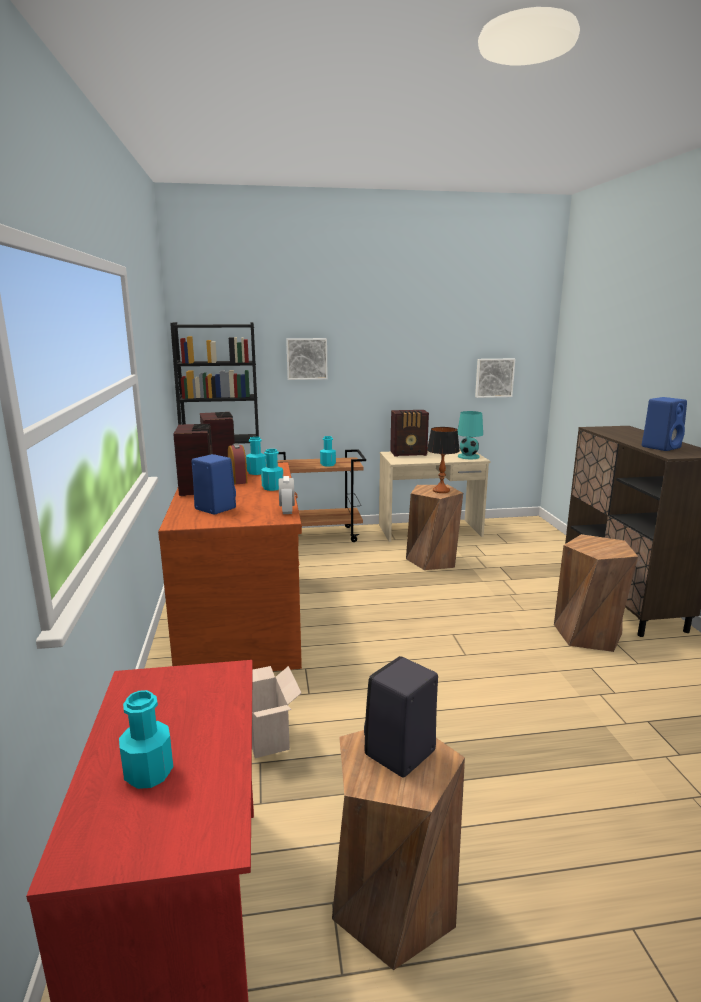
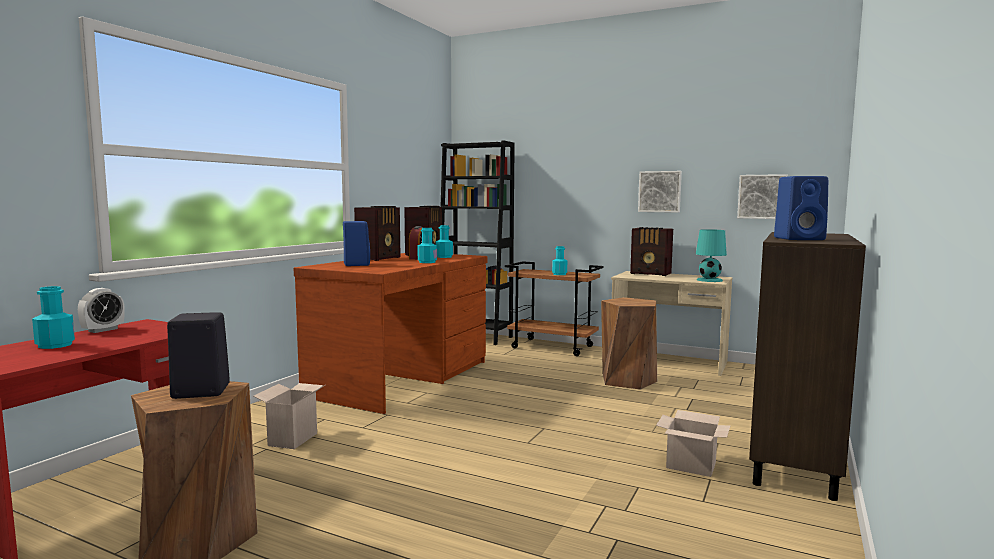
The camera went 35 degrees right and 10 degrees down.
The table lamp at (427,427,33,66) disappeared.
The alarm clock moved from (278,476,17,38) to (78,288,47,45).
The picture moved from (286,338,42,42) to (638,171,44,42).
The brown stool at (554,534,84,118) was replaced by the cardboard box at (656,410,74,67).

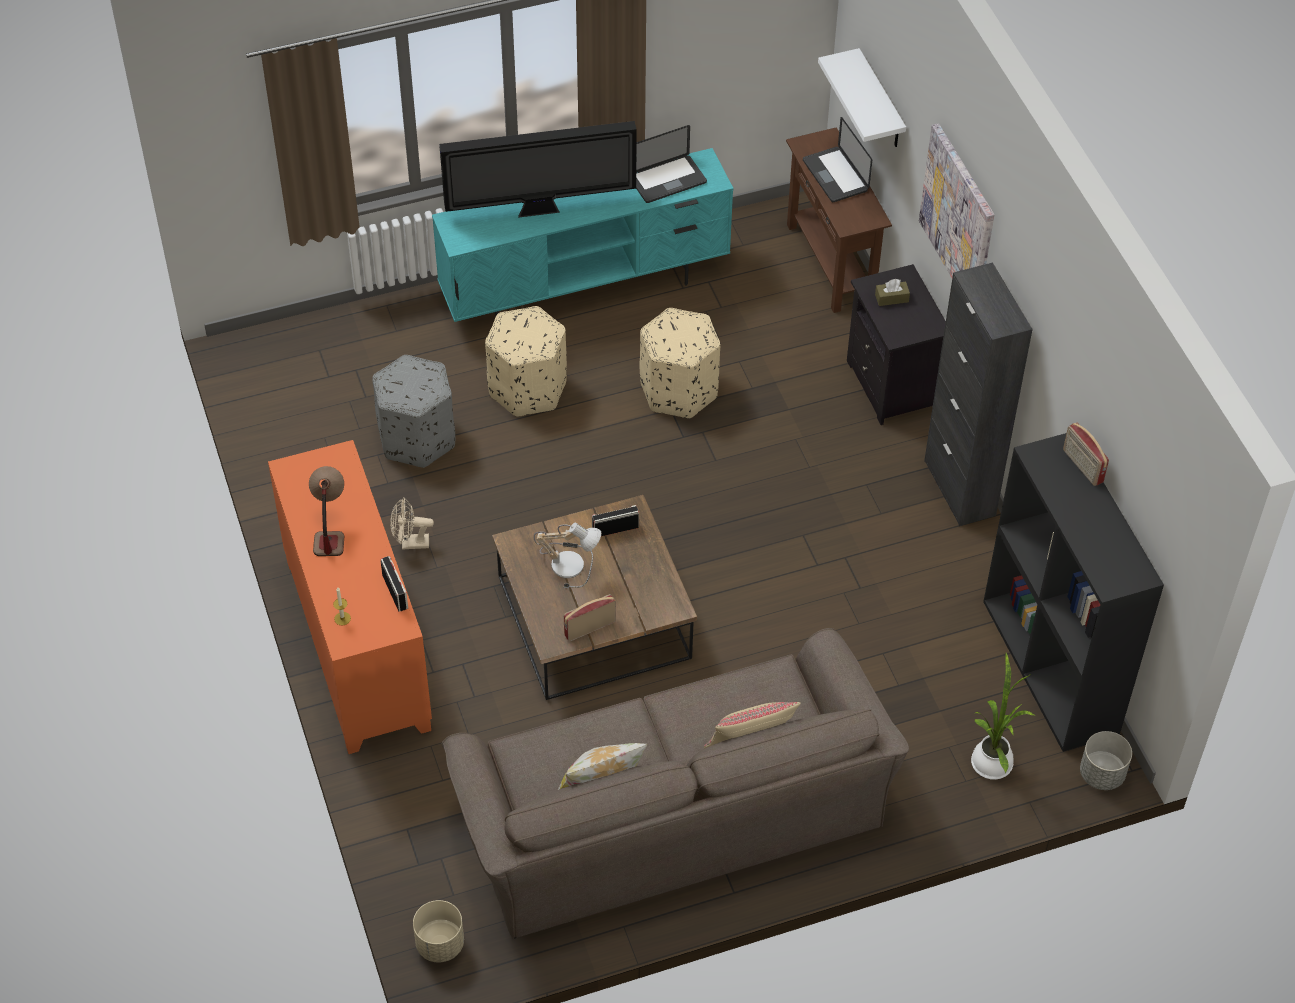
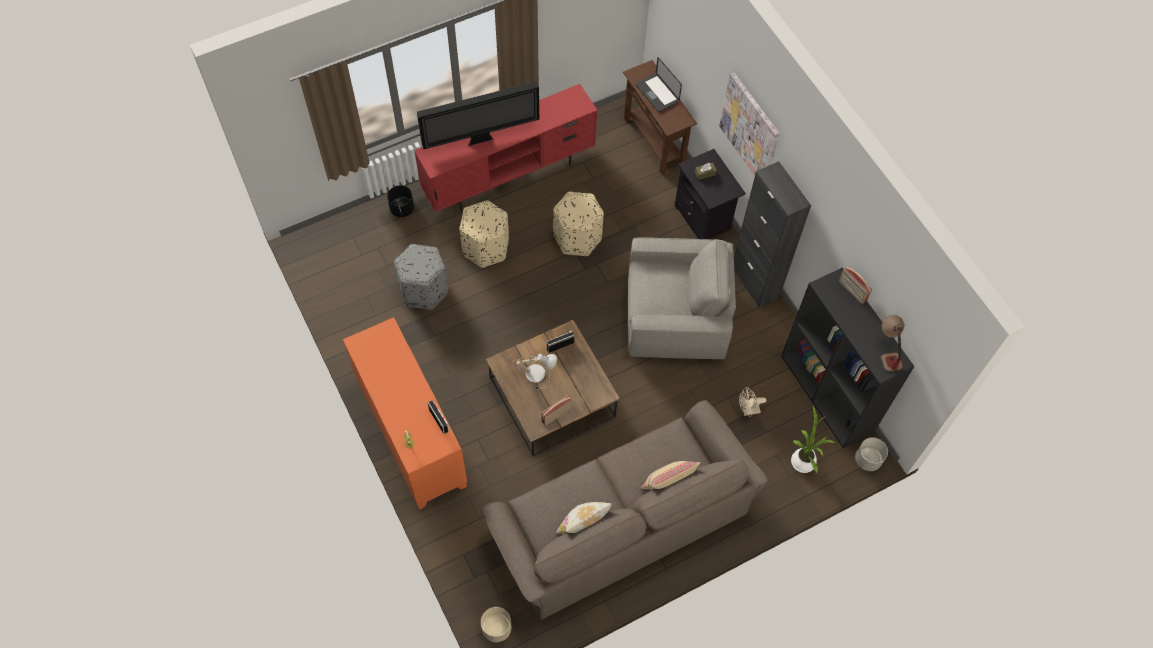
The camera went 10 degrees left and 10 degrees up.
The laptop at (636,125,71,78) disappeared.
The white shelf at (818,48,88,99) disappeared.
The black planter at (387,185,27,32) appeared.
The grey armchair at (628,237,108,122) appeared.
The table lamp moved from (309,466,35,90) to (881,315,23,57).
The beige fan moved from (391,497,43,53) to (739,387,27,30).
The turquoise tv stand at (432,148,301,174) became the red tv stand at (414,84,184,128).

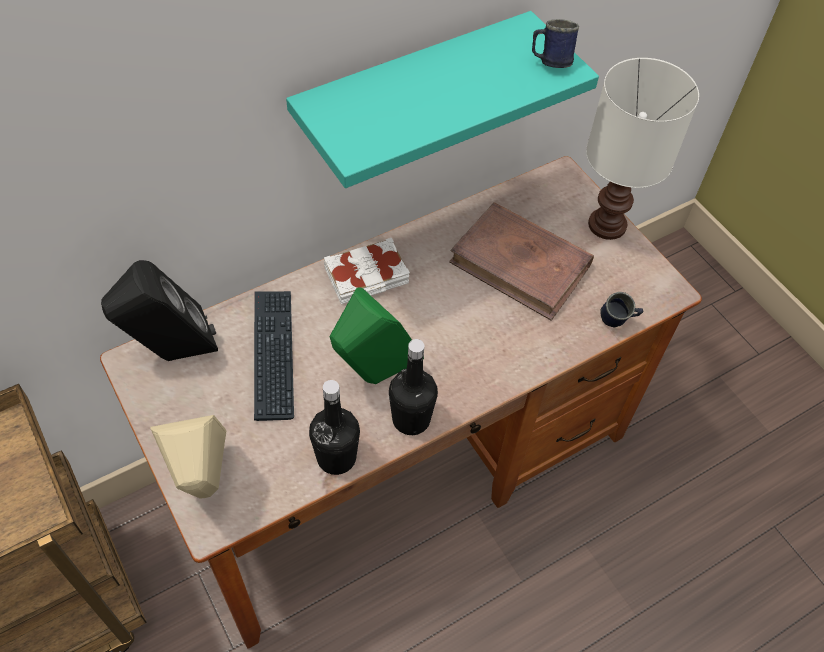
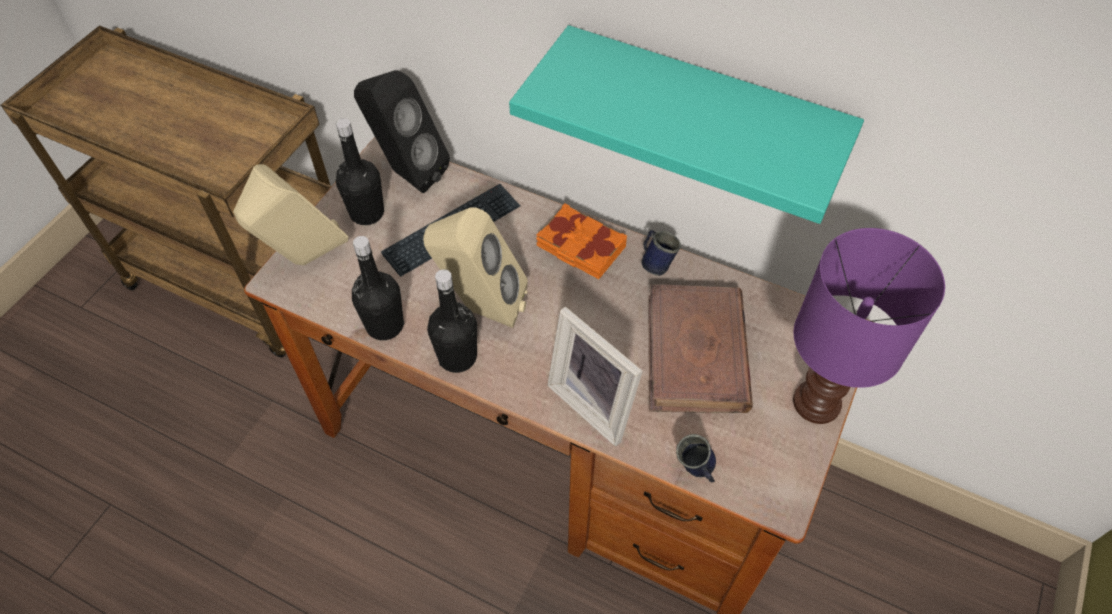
The camera went 60 degrees right and 0 degrees up.
The black bottle at (336,118,48,107) appeared.
The picture frame at (547,307,96,139) appeared.
The blue mug moved from (532,19,47,49) to (642,230,39,46).
The white book at (324,238,86,66) became the orange book at (536,203,91,76).
The green speaker at (329,287,95,97) became the beige speaker at (423,207,105,121).
The white table lamp at (586,58,113,182) became the purple table lamp at (793,228,152,196).

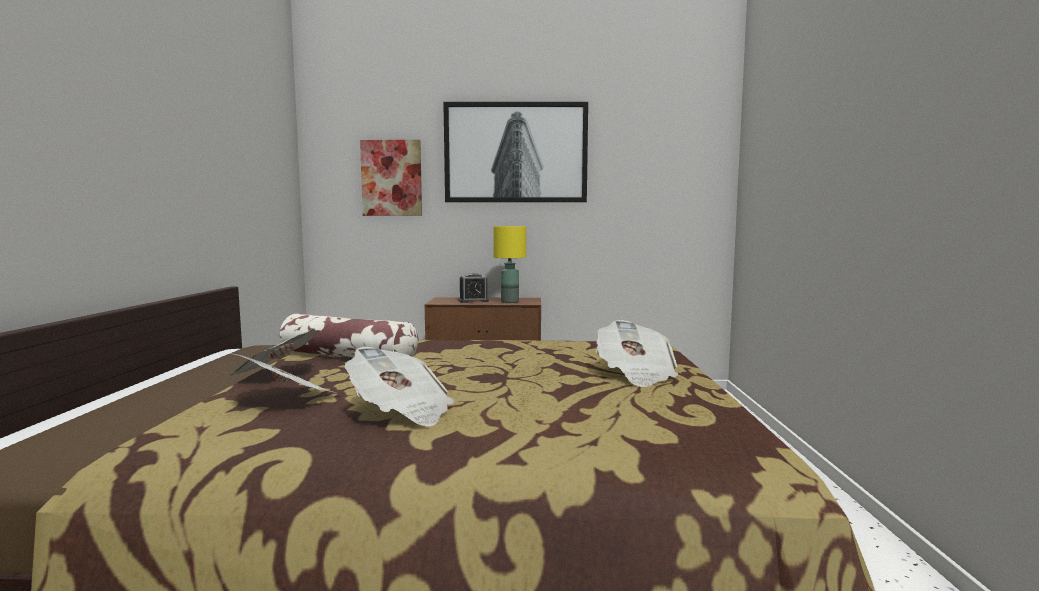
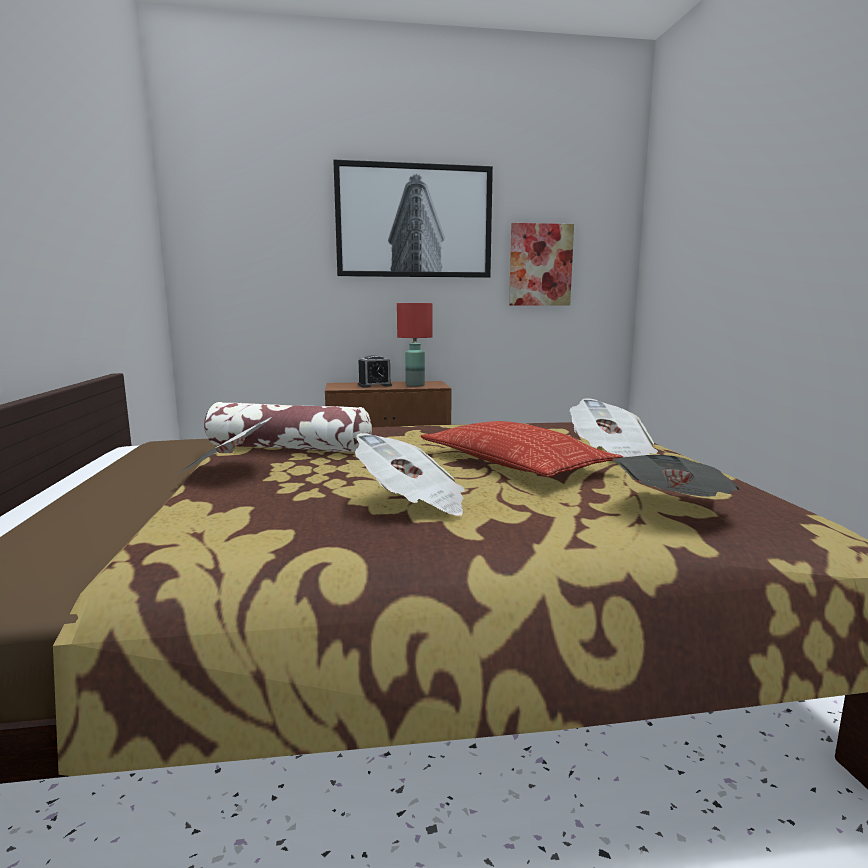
The camera went 10 degrees left and 5 degrees up.
The pillow at (421,421,202,56) appeared.
The newspaper moved from (229,353,107,40) to (613,455,127,42).
The picture moved from (360,140,62,76) to (509,223,65,83).
The yellow table lamp at (493,226,33,77) became the red table lamp at (397,303,36,84).

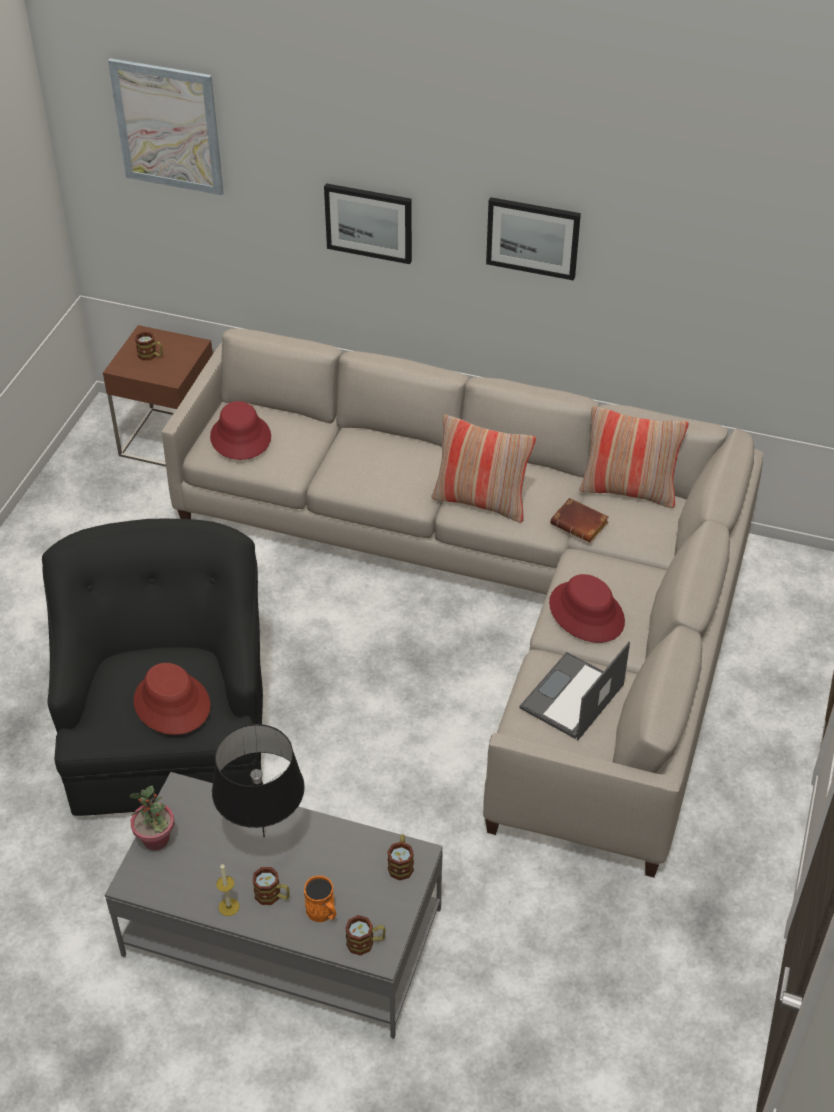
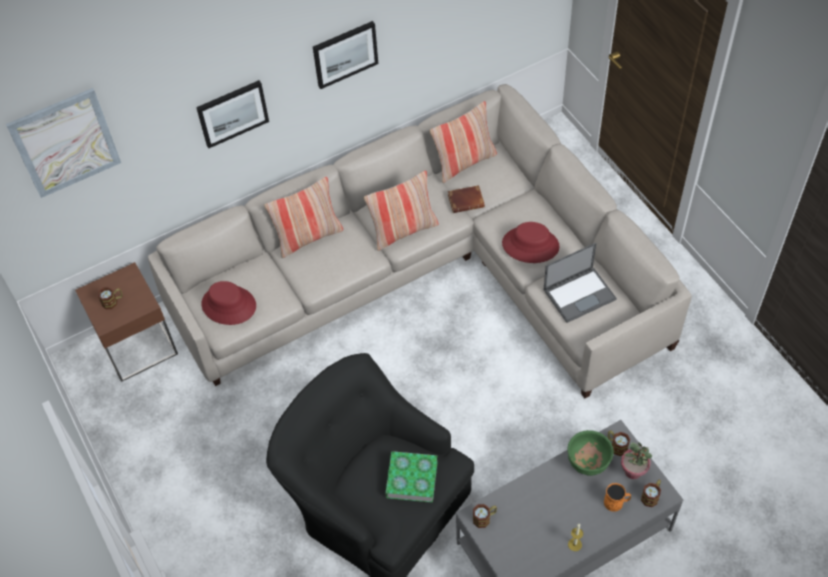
The camera went 45 degrees left and 10 degrees up.
The black table lamp at (212,724,93,113) disappeared.
The pillow at (264,177,79,81) appeared.
The green bowl at (567,430,47,46) appeared.
The potted plant moved from (130,785,44,66) to (621,442,31,37).
The mug moved from (253,867,37,38) to (473,504,24,24).
The red hat at (133,663,77,72) was replaced by the book at (385,451,53,52).
The laptop at (520,642,110,98) turned 105 degrees counterclockwise.

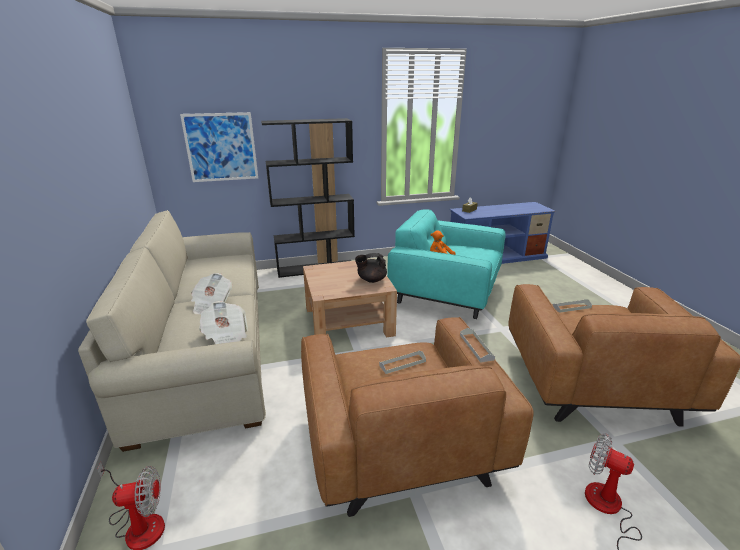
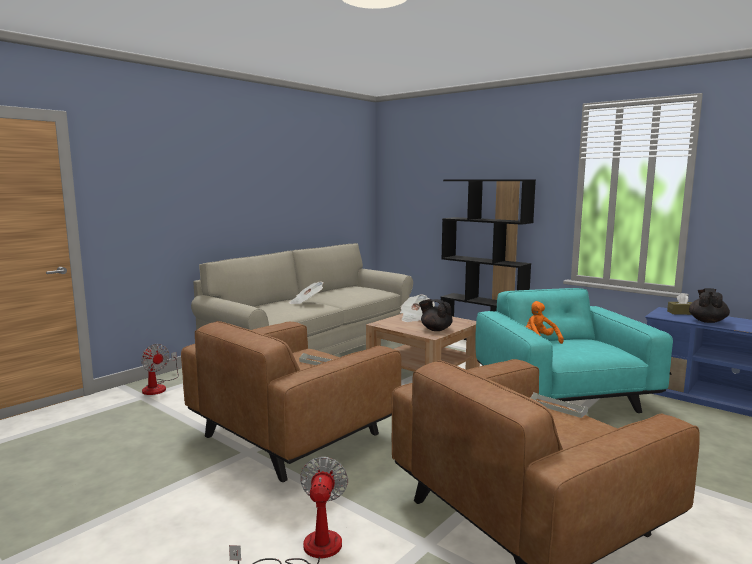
The camera went 55 degrees right and 15 degrees down.
The picture at (180,112,78,70) disappeared.
The grey tray at (460,328,35,35) disappeared.
The black teapot at (689,288,41,35) appeared.
The newspaper moved from (199,301,49,43) to (400,295,35,27).

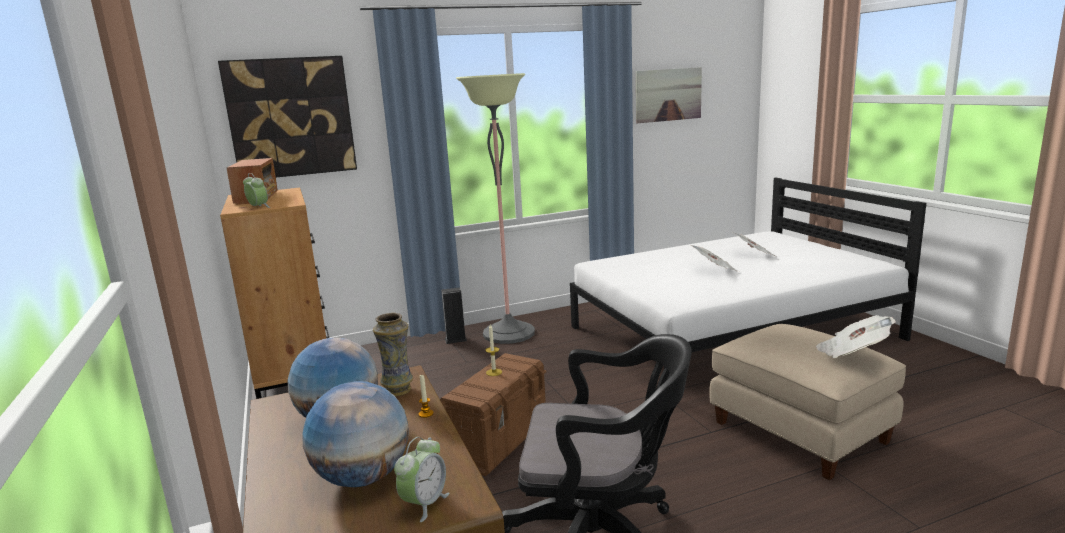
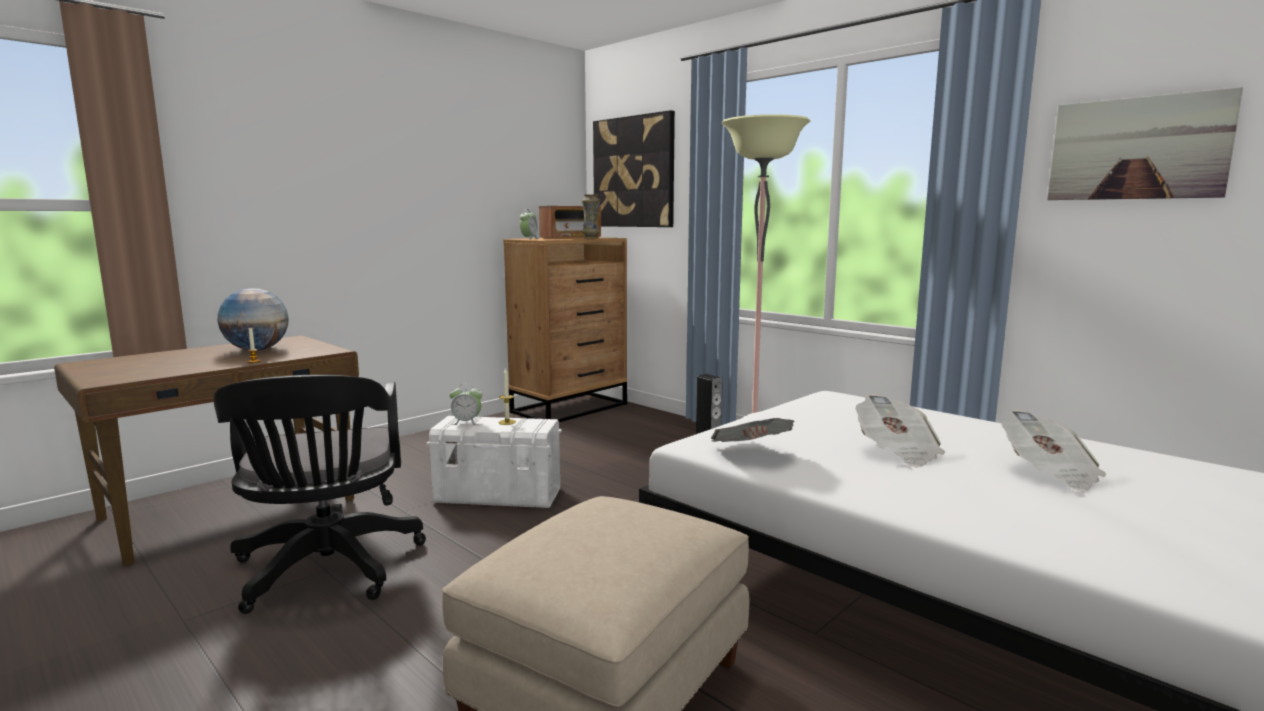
The camera went 65 degrees right and 5 degrees down.
The globe at (302,381,107,106) disappeared.
The vase moved from (373,313,40,83) to (582,194,18,45).
The alarm clock moved from (394,437,56,85) to (450,383,32,42).
The newspaper moved from (816,315,80,43) to (711,418,84,24).
The brown storage box at (440,353,107,123) became the white storage box at (426,416,136,92).

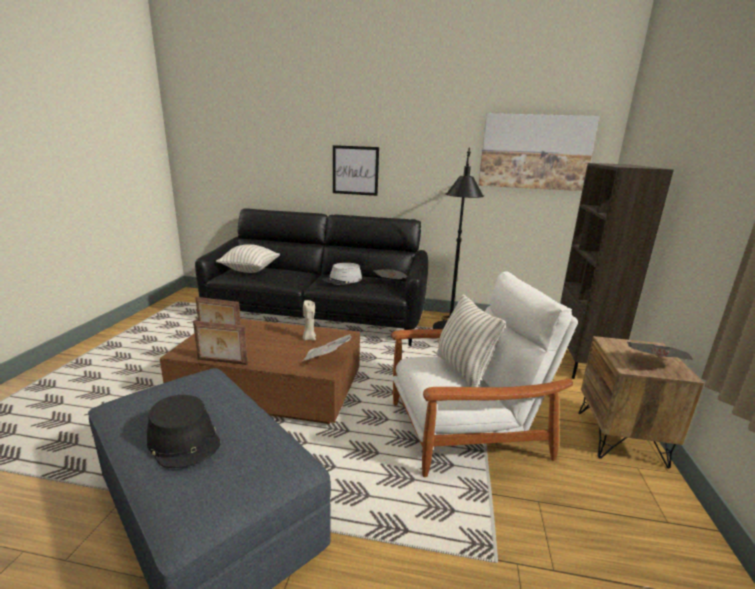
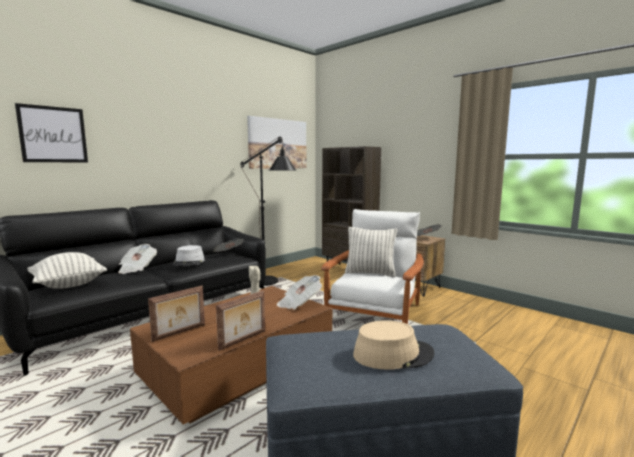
The camera went 55 degrees left and 10 degrees down.
The newspaper at (118,244,39,30) appeared.
The picture moved from (333,145,46,51) to (15,103,73,59).
The black hat at (147,395,73,73) became the beige hat at (353,320,82,50).

